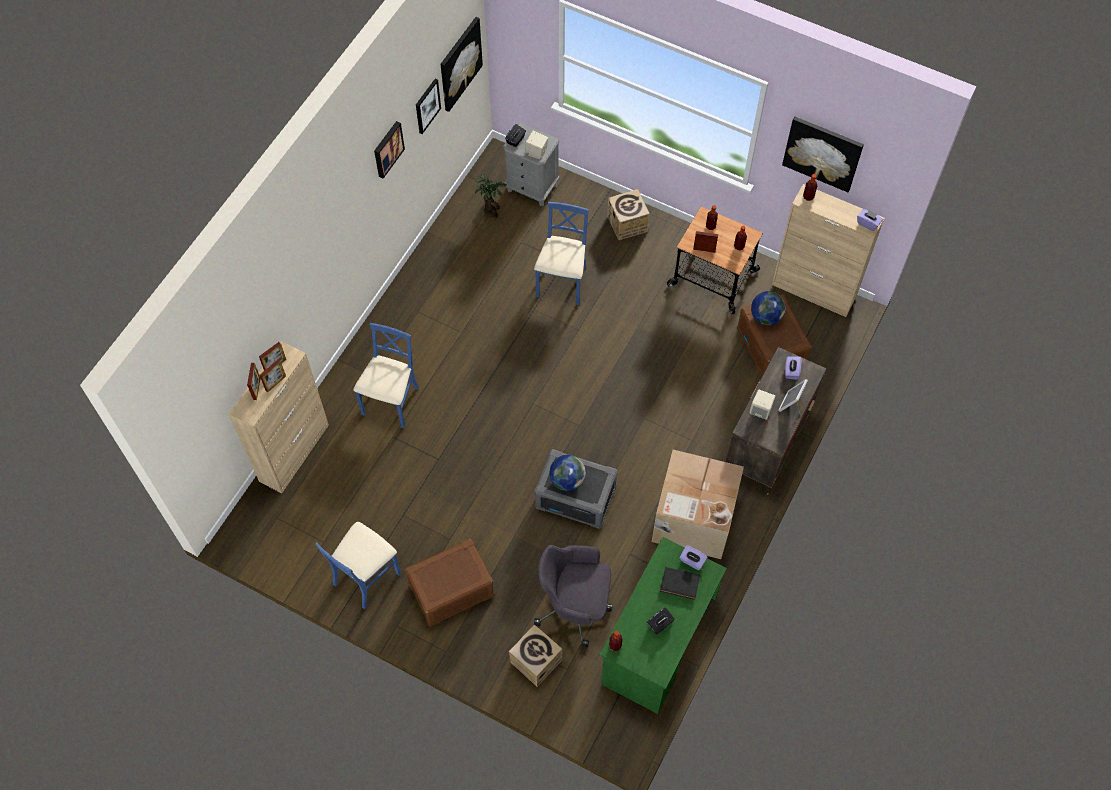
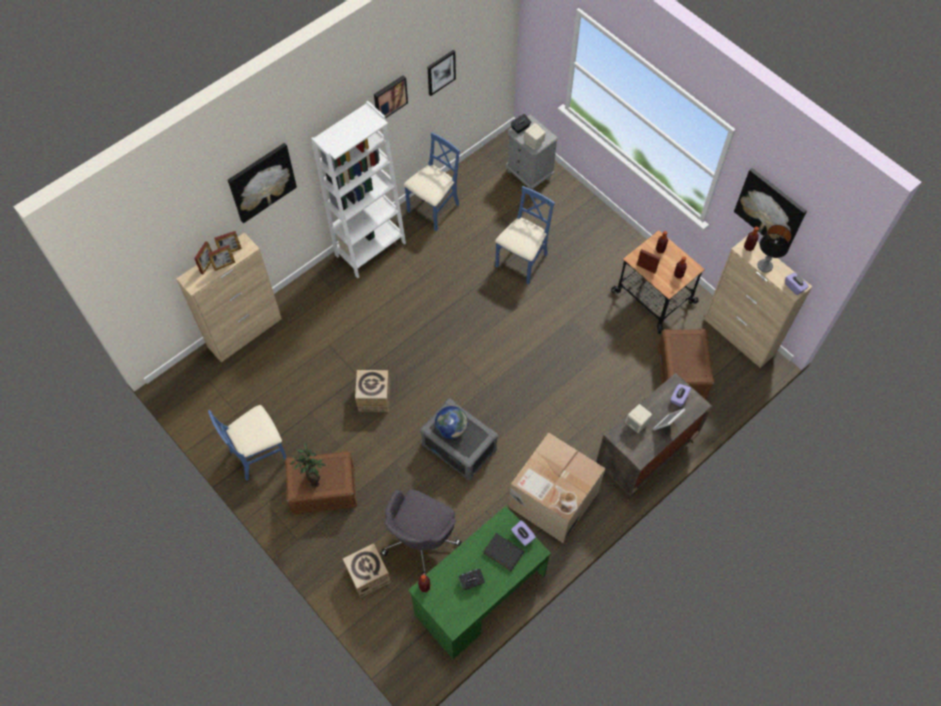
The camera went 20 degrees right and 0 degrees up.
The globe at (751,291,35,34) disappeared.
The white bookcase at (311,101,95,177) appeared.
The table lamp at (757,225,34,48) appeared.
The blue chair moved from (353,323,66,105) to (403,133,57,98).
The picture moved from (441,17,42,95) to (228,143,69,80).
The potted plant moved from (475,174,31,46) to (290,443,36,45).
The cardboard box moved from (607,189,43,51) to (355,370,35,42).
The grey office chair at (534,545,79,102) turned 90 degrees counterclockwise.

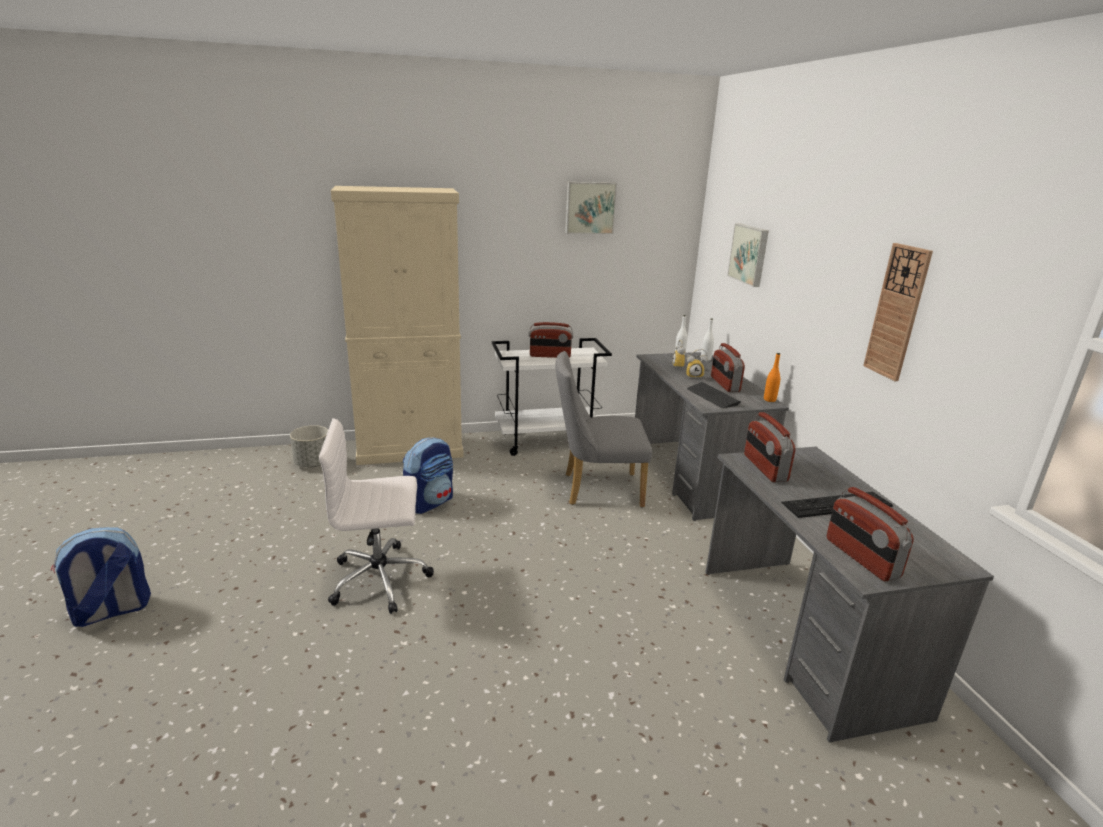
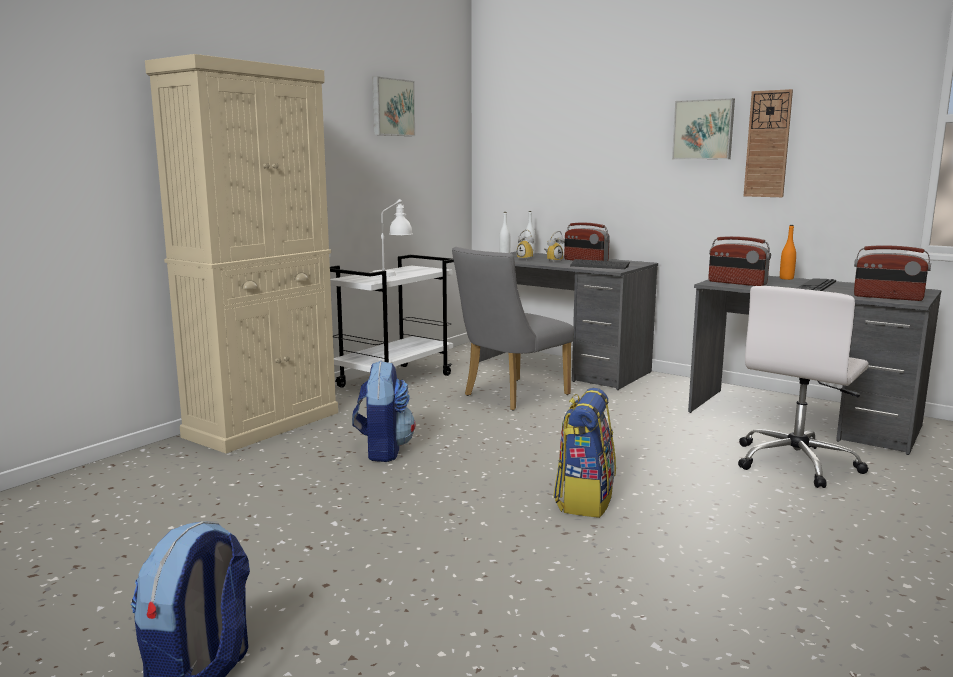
The camera went 40 degrees left and 10 degrees down.
The grey planter at (290,425,38,42) disappeared.
The backpack at (553,388,63,130) appeared.
The white office chair moved from (319,418,115,196) to (738,286,131,202).
The picture moved from (727,224,42,63) to (672,98,63,61).
The orange bottle moved from (764,353,16,49) to (780,225,16,55).
The radio at (529,322,44,36) was replaced by the white table lamp at (372,199,41,78).

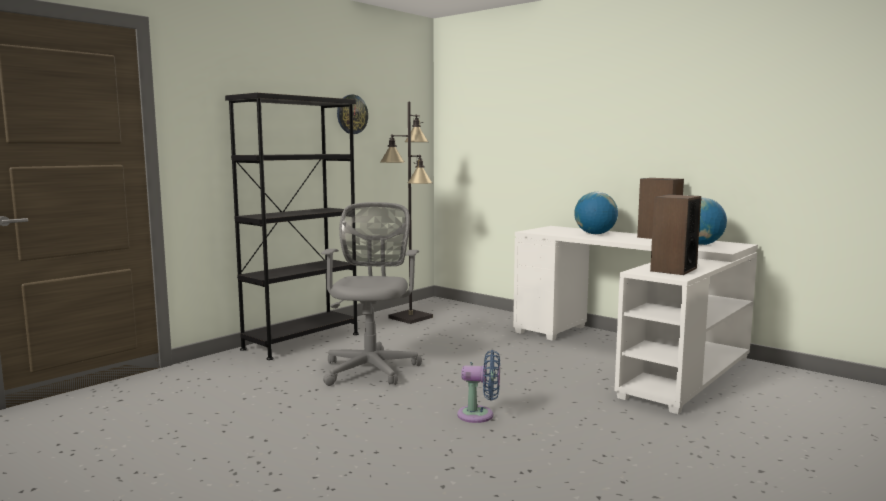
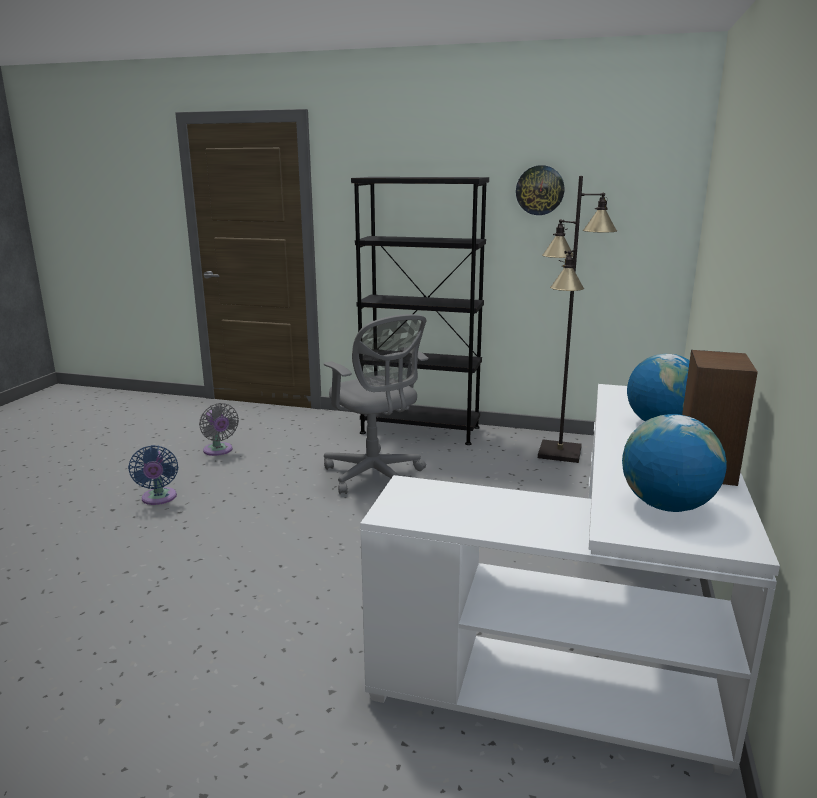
The camera went 65 degrees right and 10 degrees up.
The speaker at (650,195,51,80) disappeared.
The grey fan at (199,403,40,53) appeared.
The blue fan moved from (457,350,43,73) to (128,445,50,60).
The grey office chair at (321,202,101,184) turned 75 degrees clockwise.

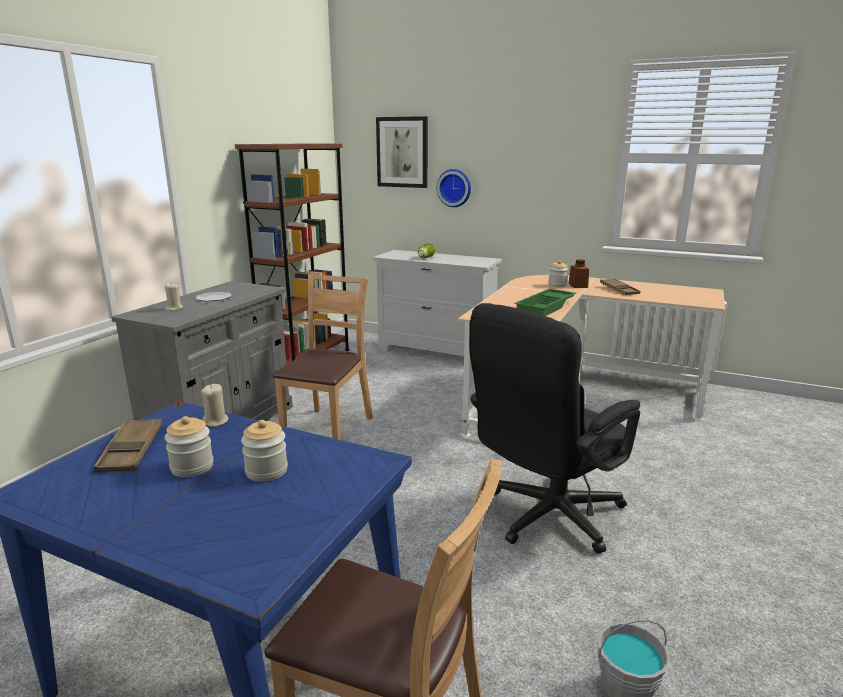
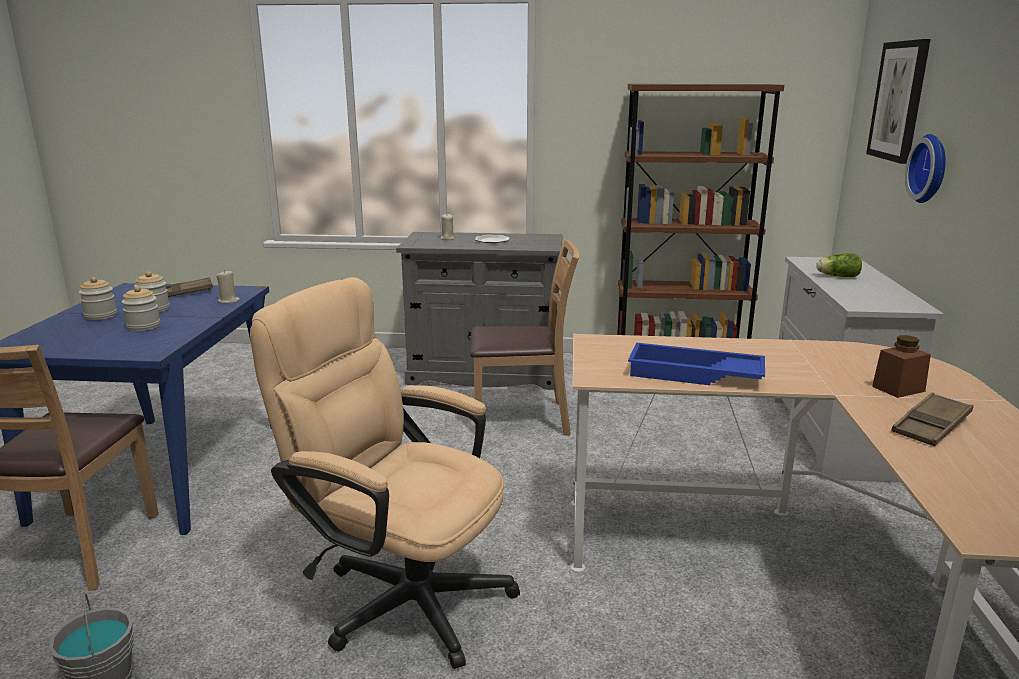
The camera went 70 degrees right and 0 degrees up.
The jar moved from (548,260,20,27) to (79,277,38,43).
The black office chair at (469,303,171,251) became the beige office chair at (250,277,270,392).
The green tray at (514,289,62,27) became the blue tray at (628,343,137,42).

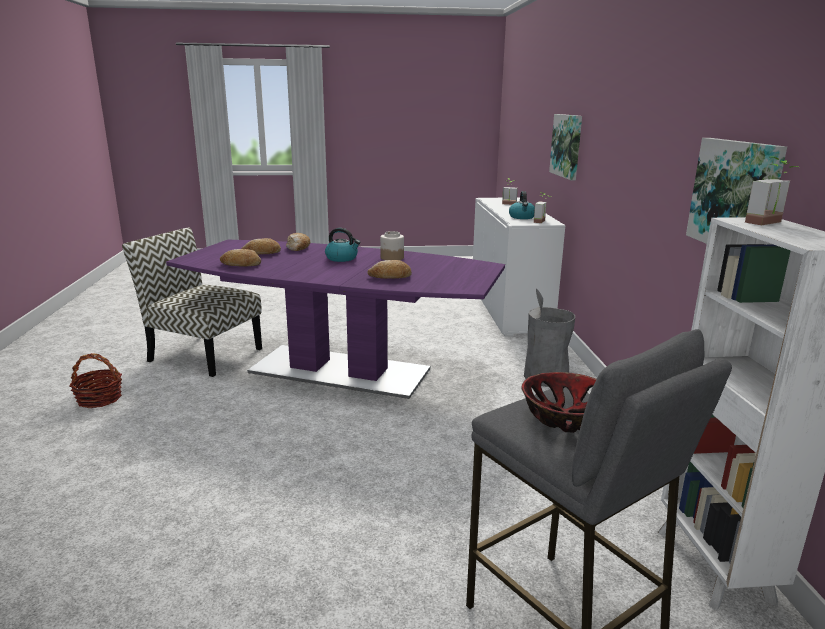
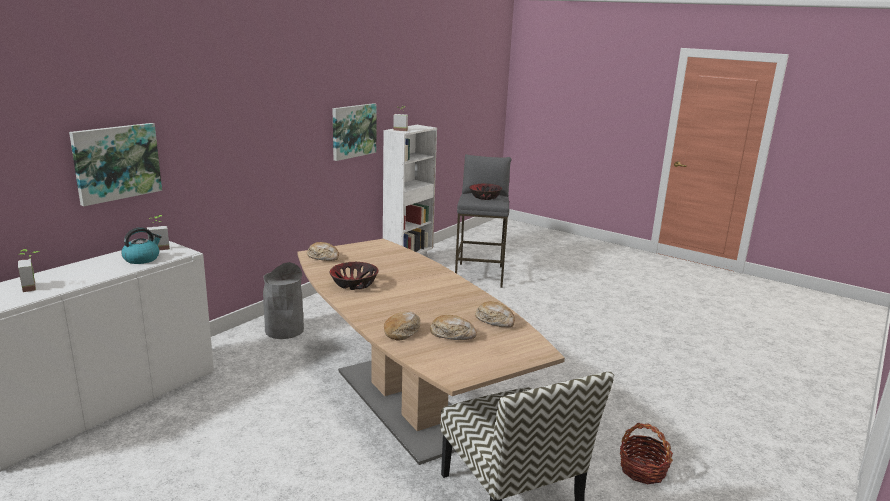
The camera went 140 degrees left and 0 degrees up.
The kettle at (325,228,36,34) disappeared.
The bread moved from (367,260,45,19) to (307,242,32,19).
The jar at (380,231,24,29) was replaced by the bowl at (329,262,50,28).
The purple dining table at (166,240,339,159) became the brown dining table at (298,239,267,226).

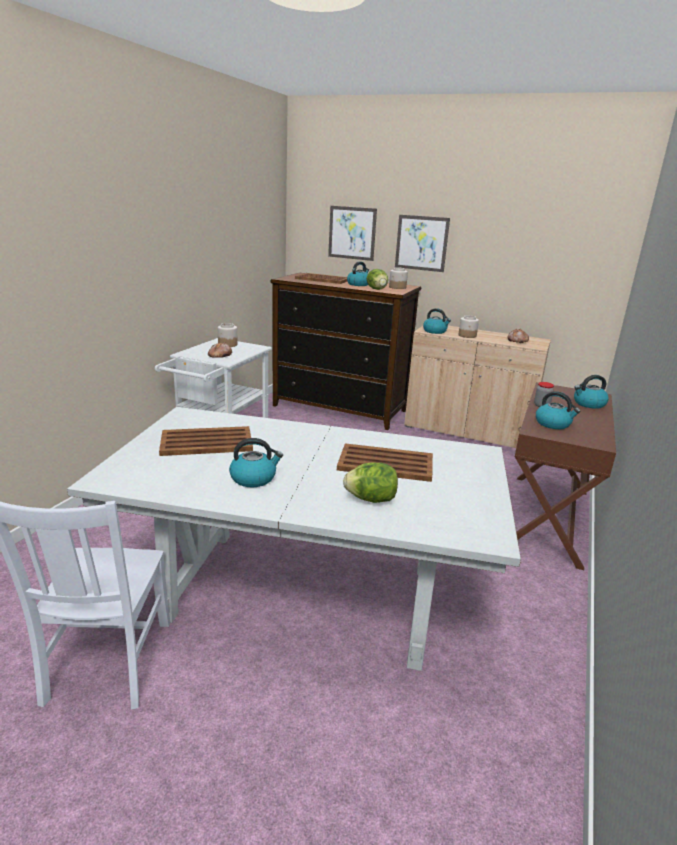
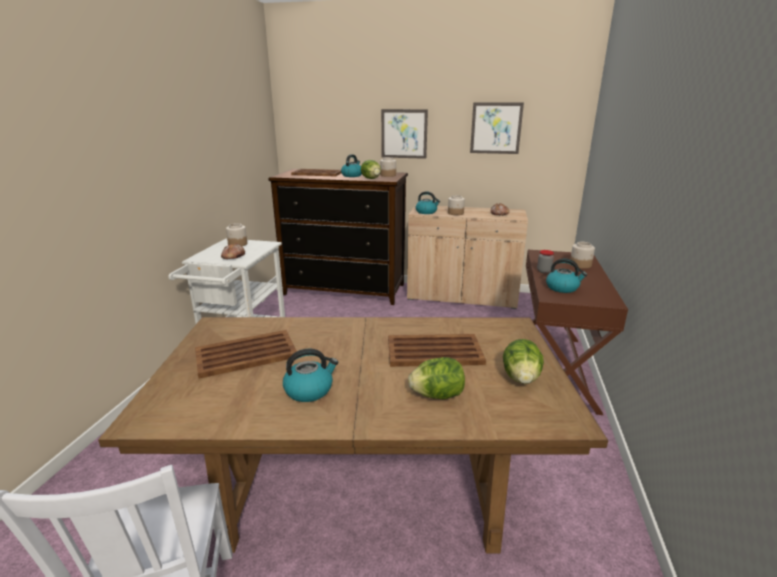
The camera went 10 degrees left and 0 degrees up.
The lettuce at (503,339,41,45) appeared.
The picture moved from (328,206,49,55) to (470,102,54,52).
The kettle at (574,375,35,34) was replaced by the jar at (570,242,25,26).
The white dining table at (67,407,454,264) became the brown dining table at (98,317,510,236).

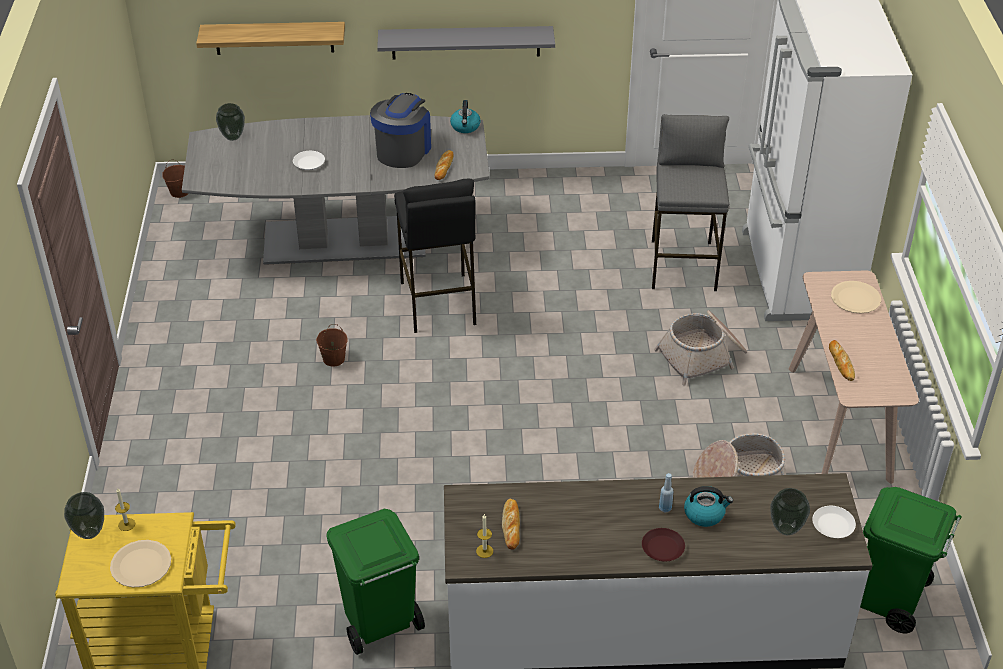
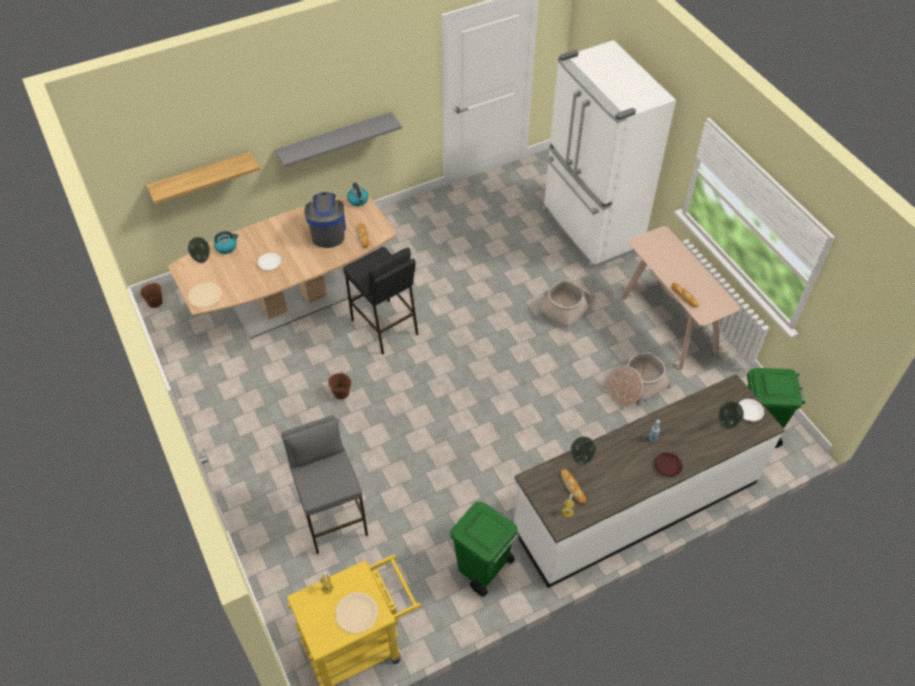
The camera went 25 degrees left and 10 degrees up.
The vase moved from (64,492,40,47) to (571,436,25,29).
The grey stool moved from (652,114,77,177) to (281,415,87,139).
The kettle moved from (684,486,49,41) to (214,231,24,23).
The beige plate moved from (831,281,50,32) to (188,283,34,25).
The grey dining table at (182,115,308,150) became the brown dining table at (168,194,229,145).

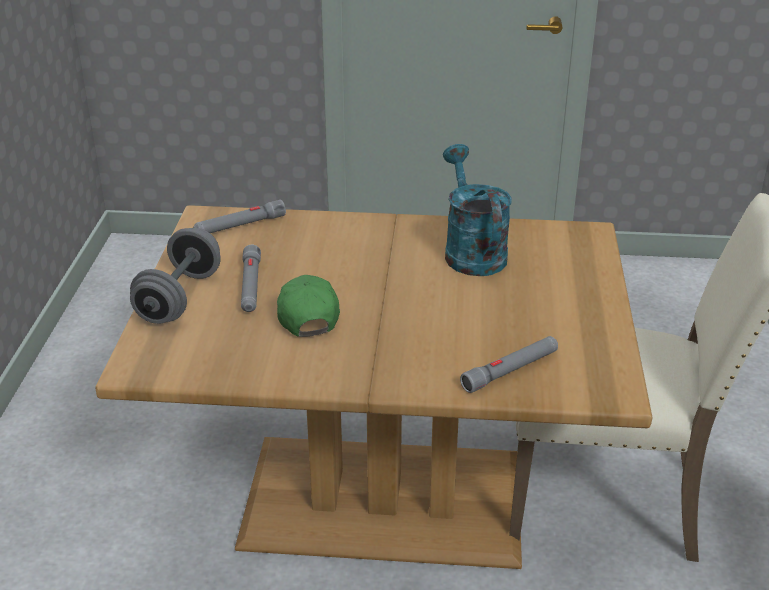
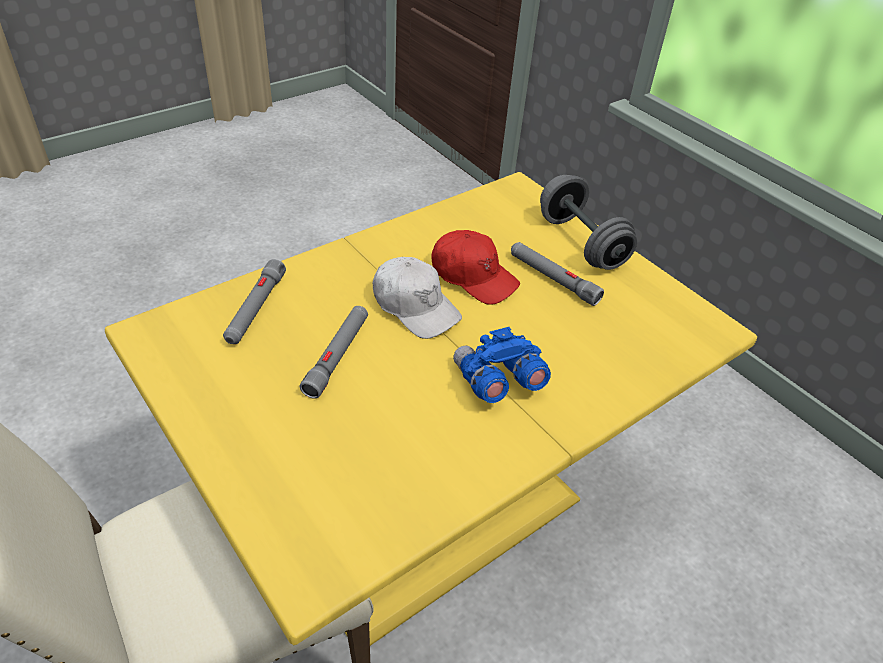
The camera went 135 degrees right and 10 degrees up.
The turquoise watering can at (443,144,69,132) disappeared.
The white cap at (373,257,89,82) appeared.
The blue binoculars at (453,327,98,76) appeared.
The grey flashlight moved from (193,200,93,33) to (300,306,68,93).
The brown dining table at (95,205,558,364) became the yellow dining table at (105,172,652,474).
The green cap at (277,275,63,62) became the red cap at (431,230,89,75).

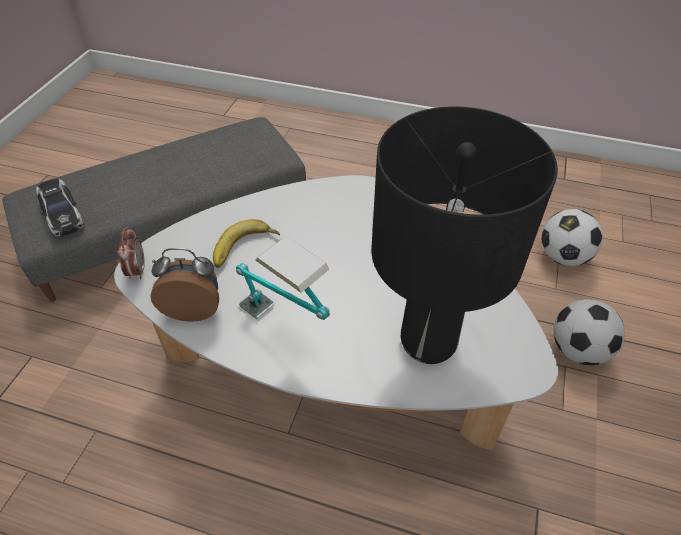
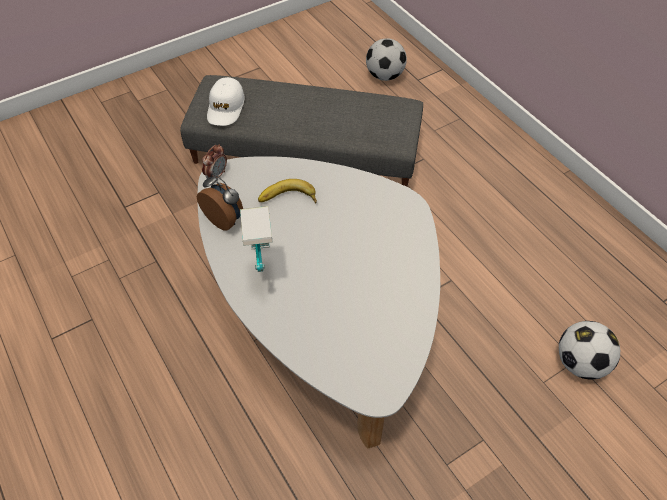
The camera went 40 degrees right and 5 degrees up.
The black table lamp at (371,107,187,257) disappeared.
The football moved from (553,299,72,66) to (366,38,41,43).
The toy car at (36,179,48,58) was replaced by the white cap at (207,77,38,49).

